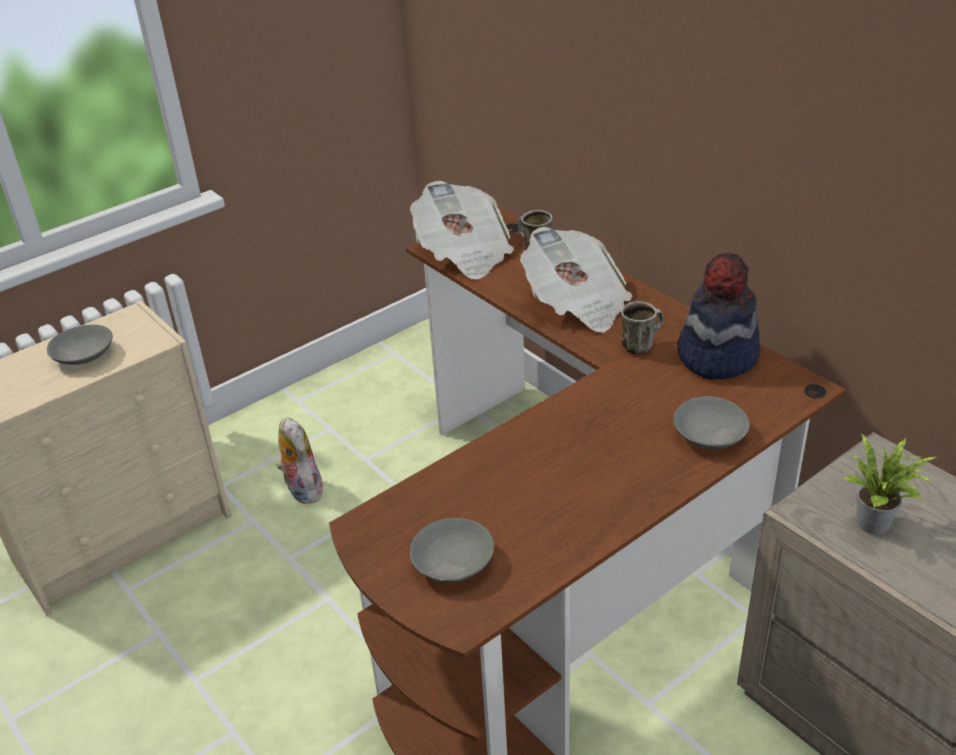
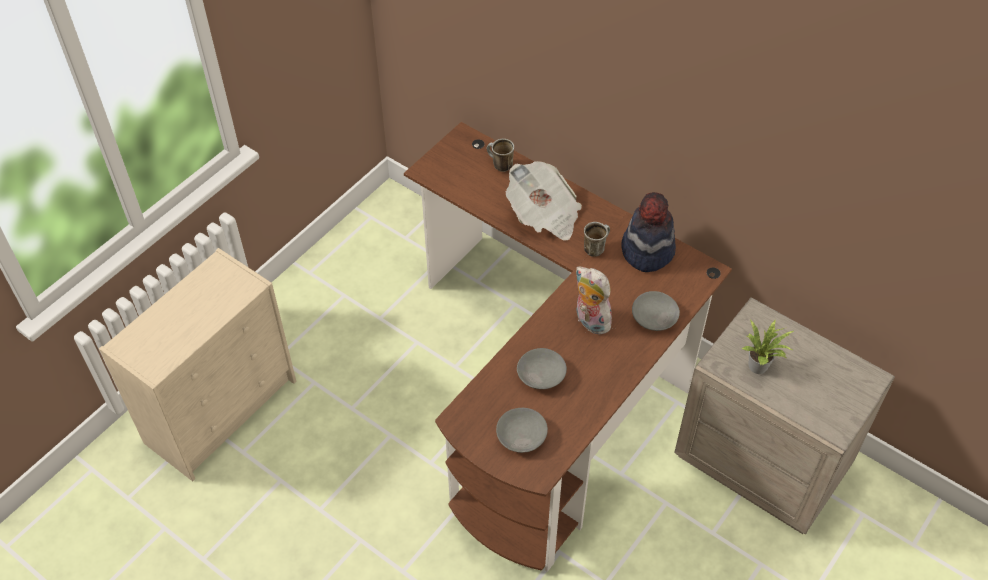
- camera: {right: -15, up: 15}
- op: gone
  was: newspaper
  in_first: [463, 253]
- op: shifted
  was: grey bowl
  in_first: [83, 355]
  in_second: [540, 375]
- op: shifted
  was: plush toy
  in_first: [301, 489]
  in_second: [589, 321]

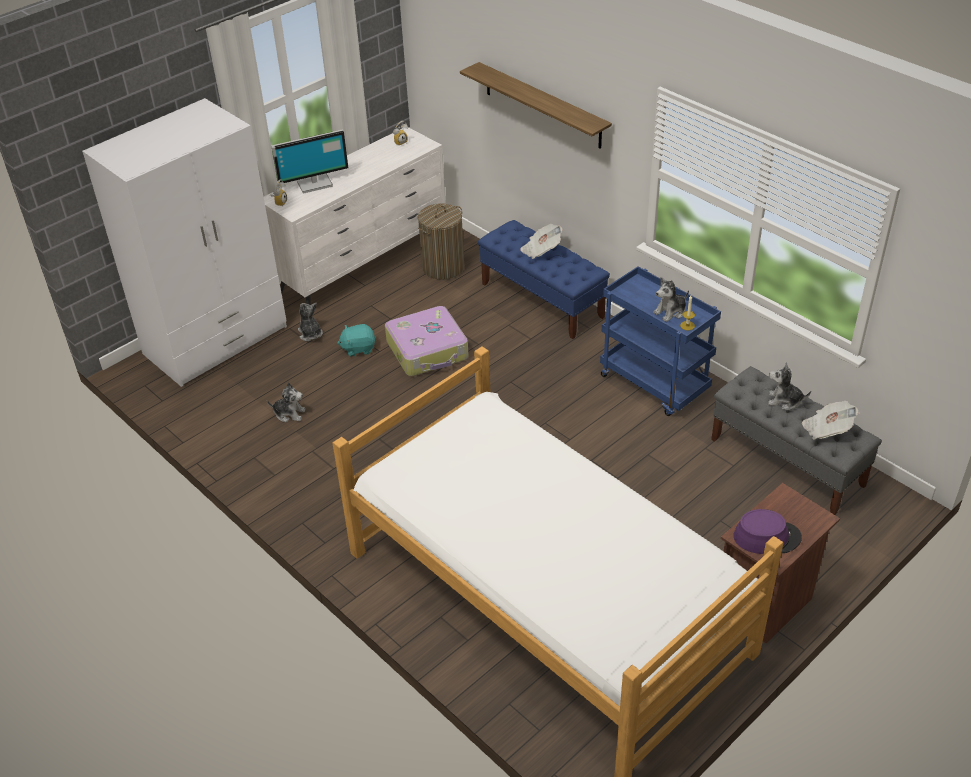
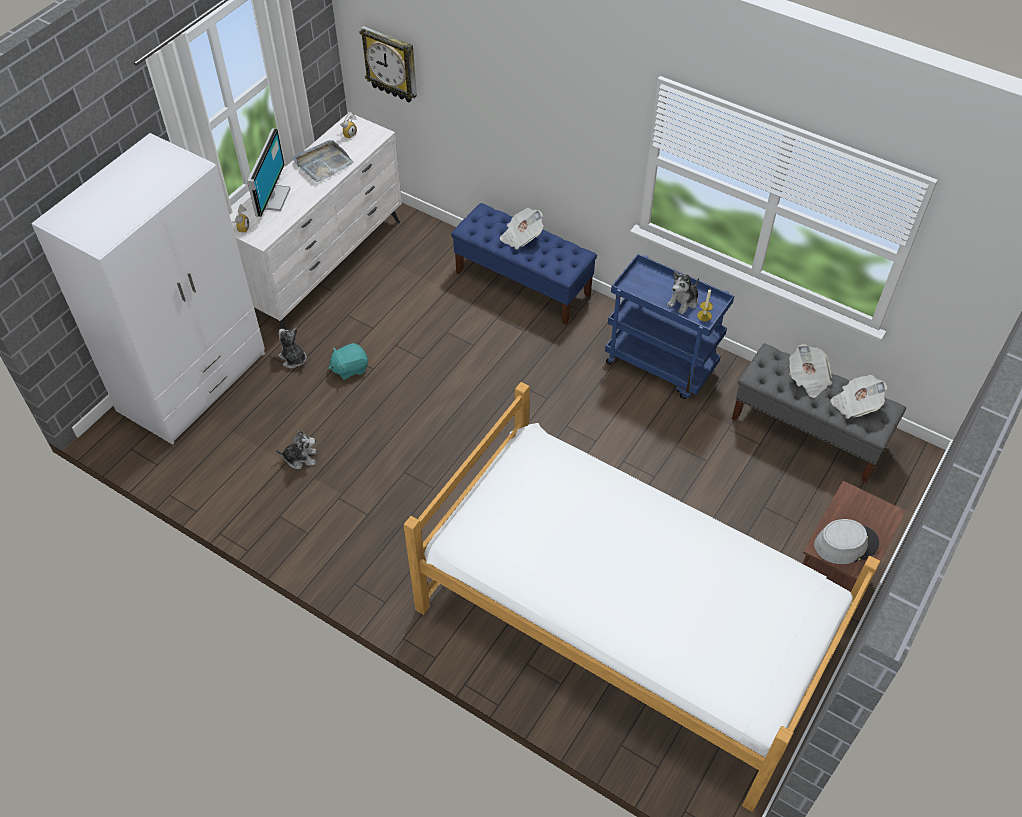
- camera: {right: -15, up: 10}
- op: gone
  was: suitcase
  in_first: [428, 350]
- op: gone
  was: laundry basket
  in_first: [443, 267]
- op: gone
  was: shelf
  in_first: [542, 105]
- op: new
  now: grey tray
  in_second: [323, 163]
- op: new
  now: wall clock
  in_second: [391, 64]
- op: swapped
  was: plush toy
  now: newspaper
  in_first: [784, 401]
  in_second: [808, 379]
- op: repainted
  was: purple hat
  now: grey hat
  in_first: [767, 537]
  in_second: [846, 544]
- op: rotated
  was: monitor
  in_first: [314, 183]
  in_second: [271, 198]
  clockwise: -45

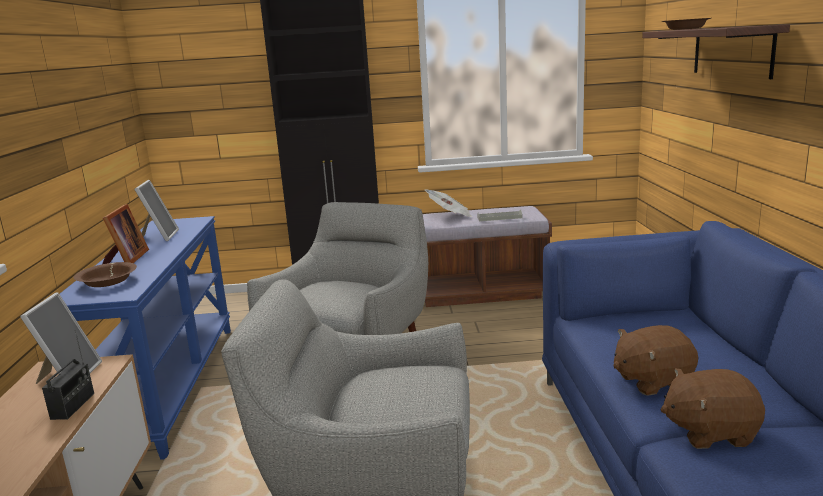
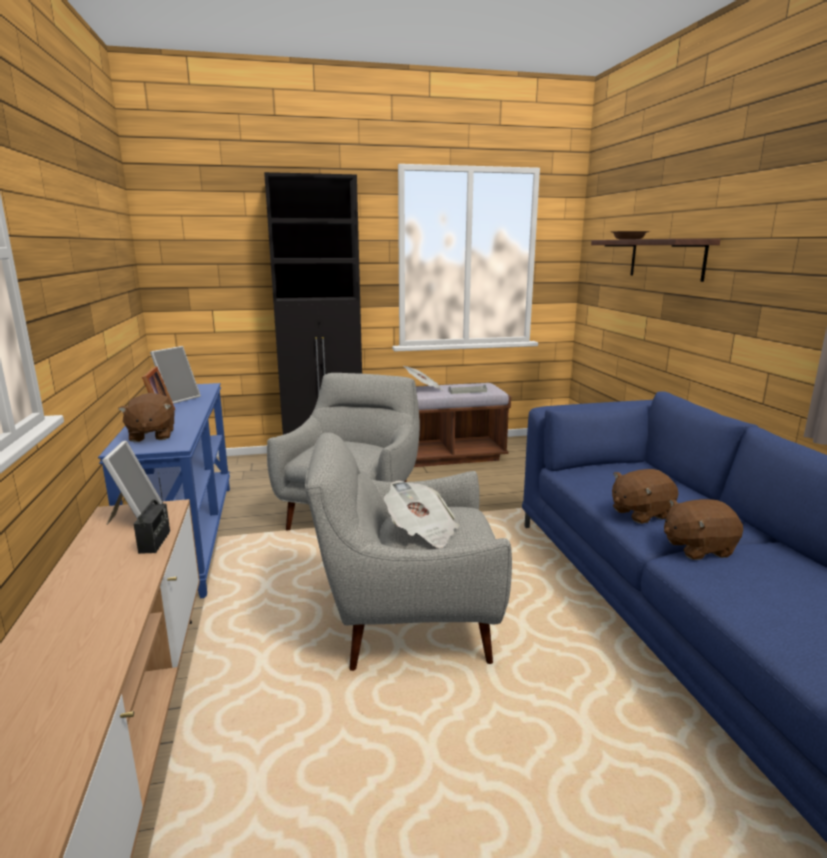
- camera: {right: -10, up: 0}
- op: new
  now: newspaper
  in_second: [422, 531]
- op: swapped
  was: brown bowl
  now: brown plush toy
  in_first: [108, 282]
  in_second: [151, 435]
- op: rotated
  was: picture frame
  in_first: [159, 236]
  in_second: [177, 399]
  clockwise: 45

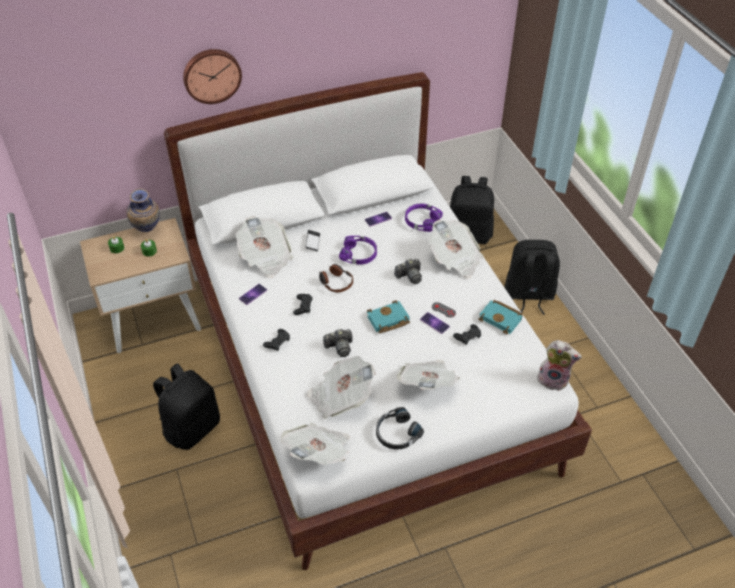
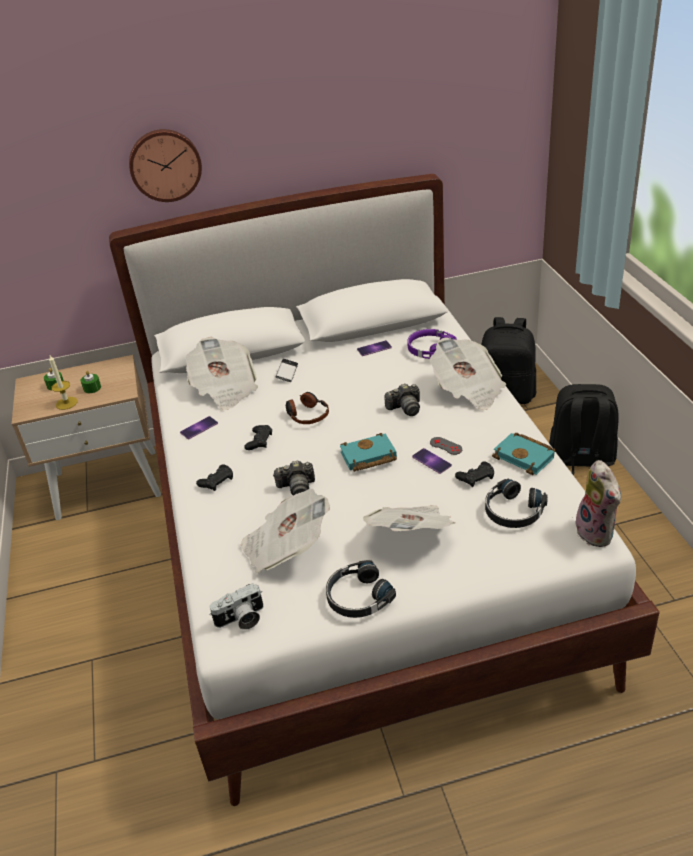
- camera: {right: 10, up: -10}
- op: gone
  was: vase
  in_first: [147, 232]
- op: gone
  was: black backpack
  in_first: [191, 427]
- op: gone
  was: purple headphones
  in_first: [359, 254]
- op: new
  now: candle
  in_second: [66, 403]
- op: new
  now: black headphones
  in_second: [513, 511]
- op: swapped
  was: newspaper
  now: photo camera
  in_first: [319, 453]
  in_second: [241, 619]
- op: rotated
  was: plush toy
  in_first: [554, 379]
  in_second: [597, 532]
  clockwise: 45

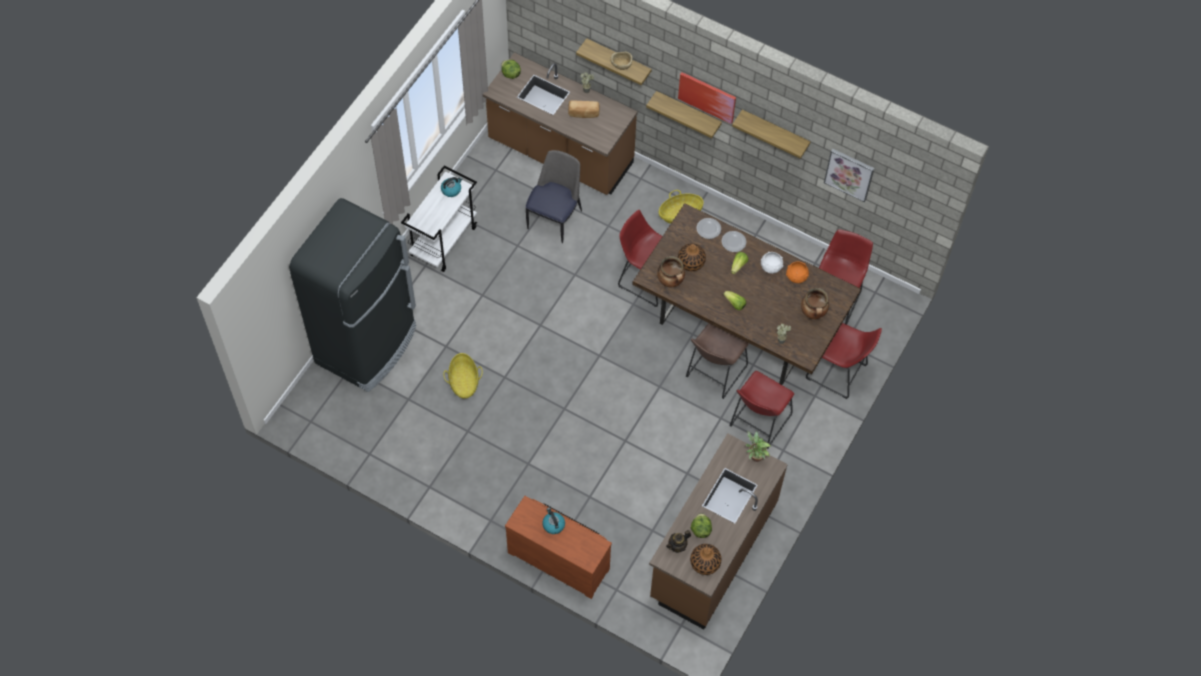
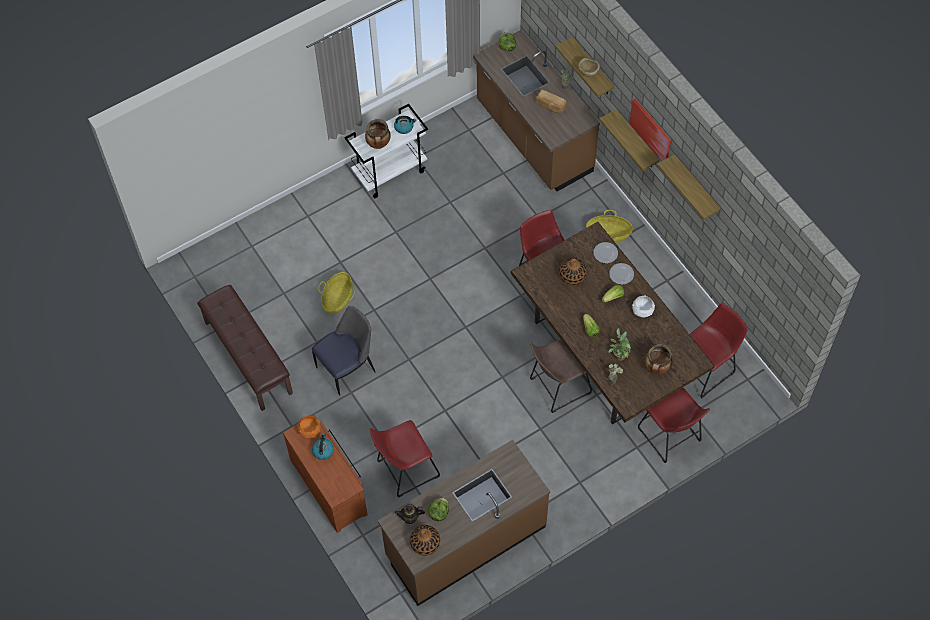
- camera: {right: 30, up: 0}
- op: gone
  was: black fridge
  in_first: [367, 345]
- op: gone
  was: picture
  in_first: [849, 174]
- op: new
  now: brown bench
  in_second: [247, 357]
- op: shifted
  was: chair
  in_first: [555, 218]
  in_second: [347, 368]
- op: shifted
  was: cooking pot
  in_first: [671, 281]
  in_second: [378, 144]
- op: shifted
  was: red stool
  in_first: [758, 423]
  in_second: [404, 470]
- op: shifted
  was: potted plant
  in_first: [755, 456]
  in_second: [619, 354]
- op: shifted
  was: orange bowl
  in_first: [796, 277]
  in_second: [309, 430]

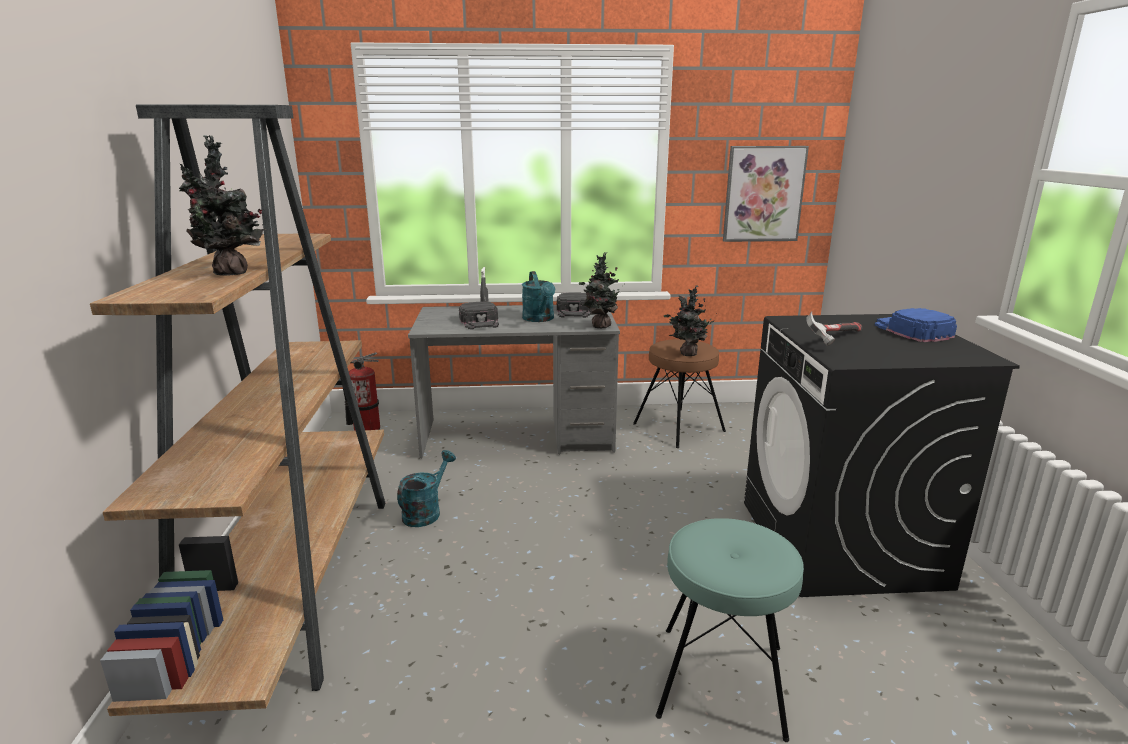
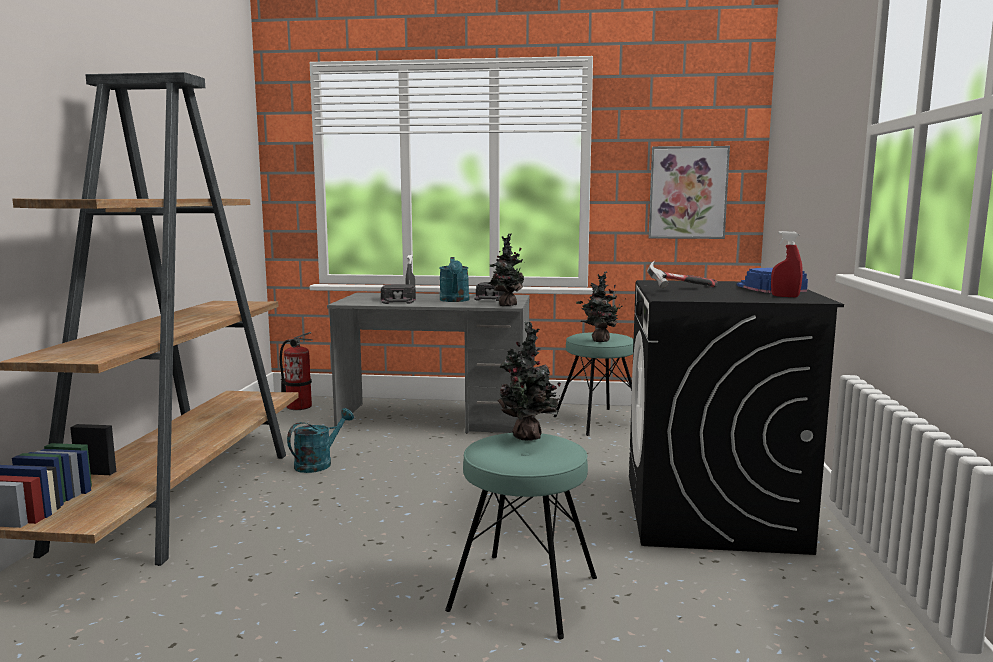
- camera: {right: 10, up: -10}
- op: new
  now: red spray bottle
  in_second: [785, 296]
- op: shifted
  was: potted plant
  in_first: [231, 273]
  in_second: [528, 437]
- op: repainted
  was: brown stool
  now: turquoise stool
  in_first: [678, 427]
  in_second: [598, 421]

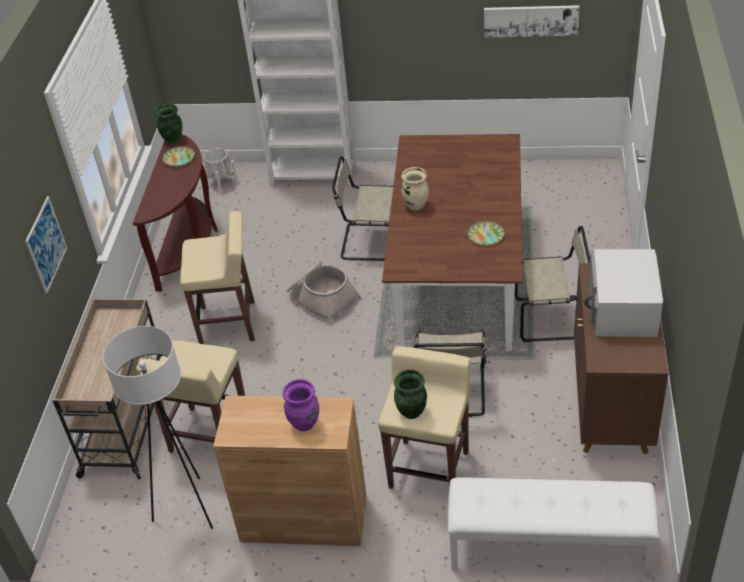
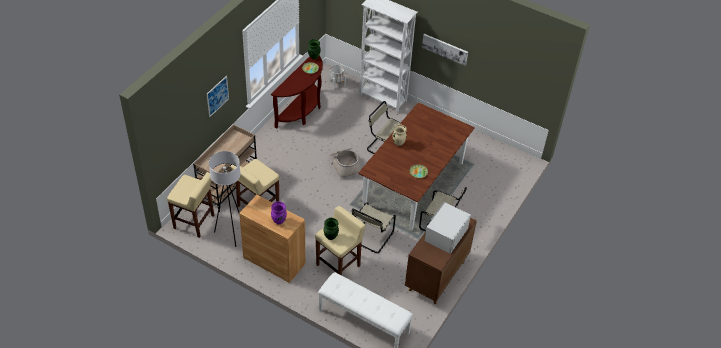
- camera: {right: 20, up: 5}
- op: shifted
  was: beige stool
  in_first: [229, 324]
  in_second: [194, 222]
- op: shifted
  was: picture
  in_first: [531, 20]
  in_second: [445, 49]

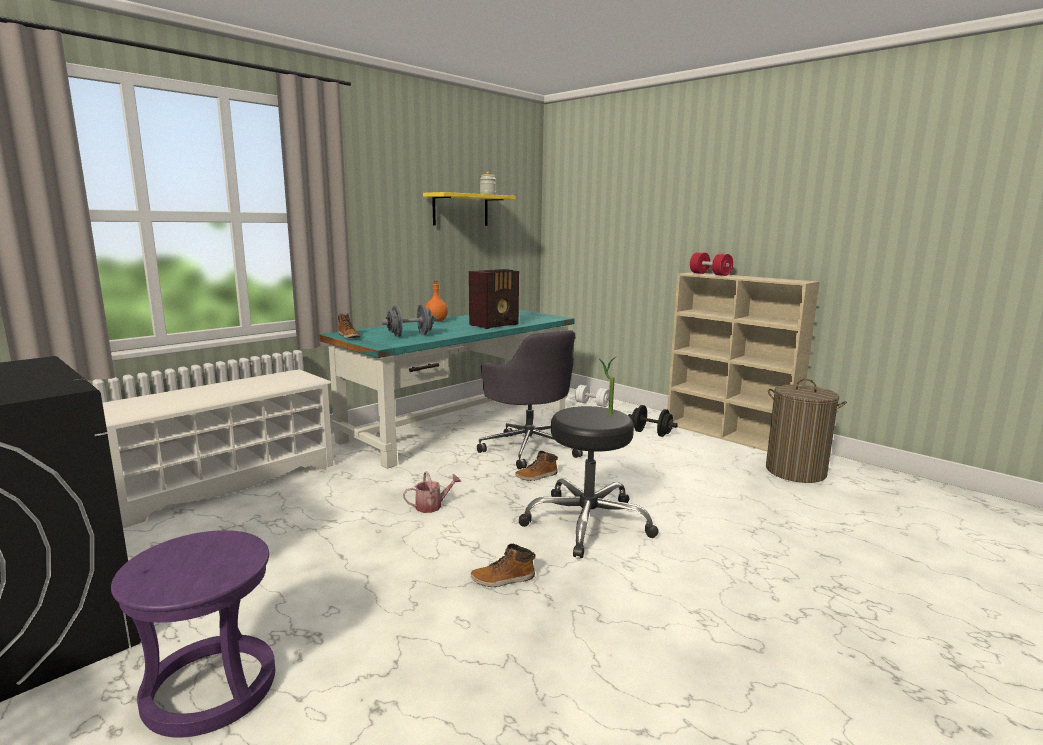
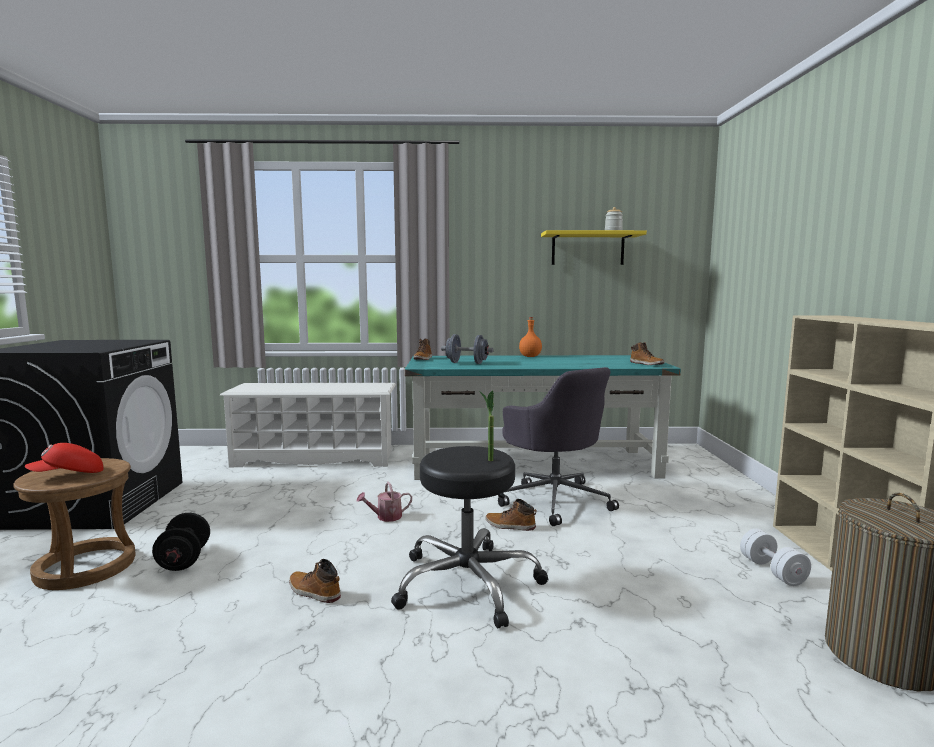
- camera: {right: 45, up: -5}
- op: gone
  was: radio
  in_first: [495, 325]
- op: gone
  was: red dumbbell
  in_first: [710, 274]
- op: new
  now: red cap
  in_second: [68, 475]
- op: new
  now: boot
  in_second: [647, 364]
- op: shifted
  was: white dumbbell
  in_first: [592, 404]
  in_second: [772, 571]
- op: shifted
  was: black dumbbell
  in_first: [651, 433]
  in_second: [184, 560]
- op: repainted
  was: purple stool
  now: brown stool
  in_first: [211, 688]
  in_second: [86, 567]
- op: rotated
  was: watering can
  in_first: [432, 506]
  in_second: [385, 517]
  clockwise: 135
- op: rotated
  was: grey office chair
  in_first: [529, 448]
  in_second: [554, 500]
  clockwise: -45

